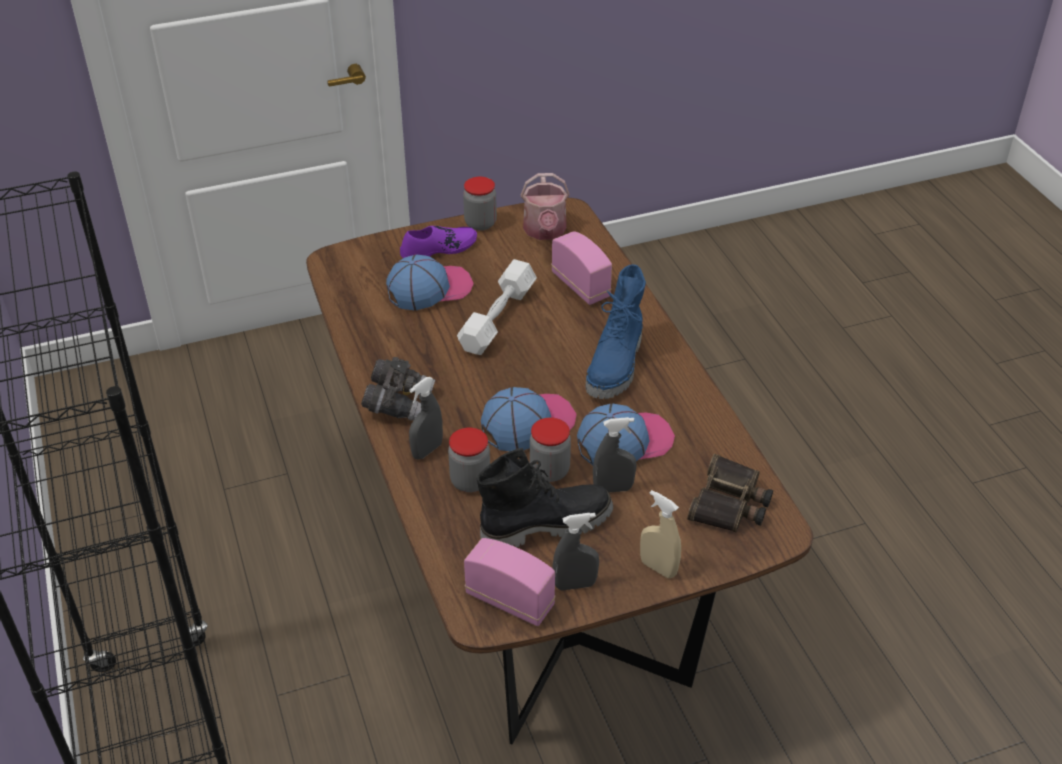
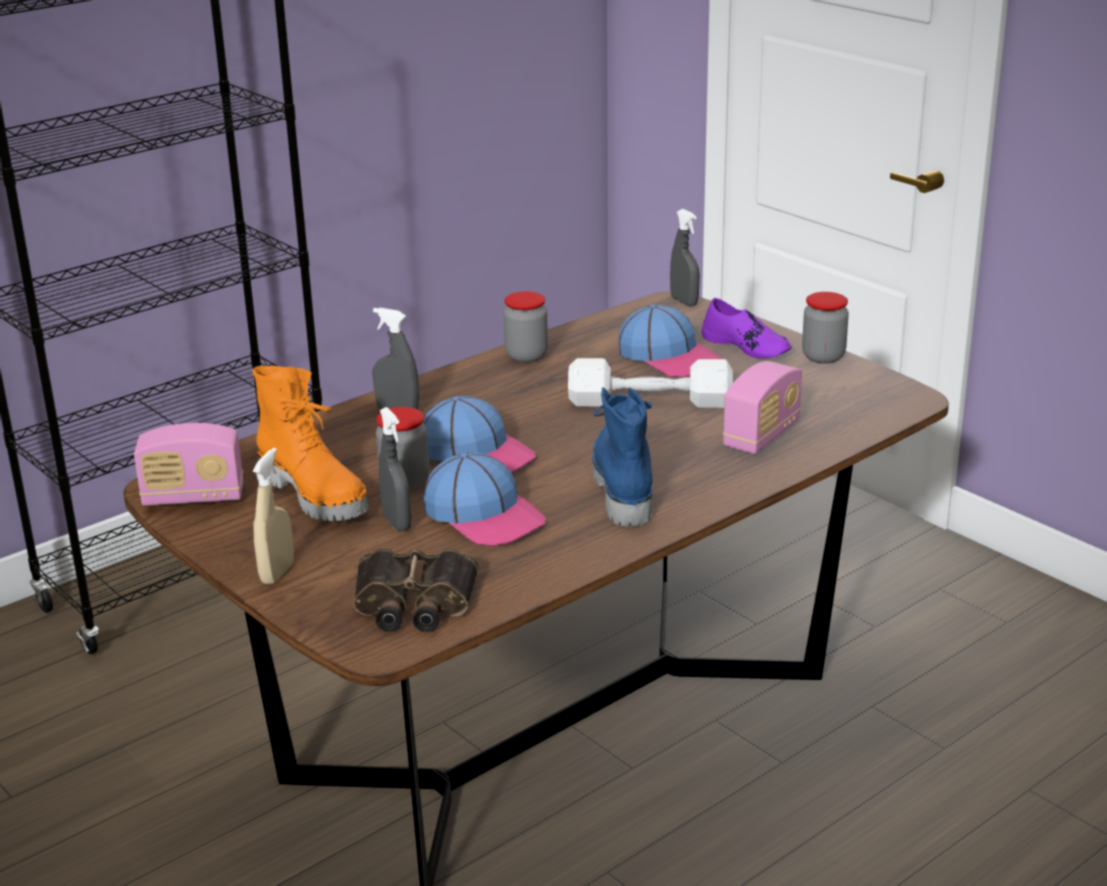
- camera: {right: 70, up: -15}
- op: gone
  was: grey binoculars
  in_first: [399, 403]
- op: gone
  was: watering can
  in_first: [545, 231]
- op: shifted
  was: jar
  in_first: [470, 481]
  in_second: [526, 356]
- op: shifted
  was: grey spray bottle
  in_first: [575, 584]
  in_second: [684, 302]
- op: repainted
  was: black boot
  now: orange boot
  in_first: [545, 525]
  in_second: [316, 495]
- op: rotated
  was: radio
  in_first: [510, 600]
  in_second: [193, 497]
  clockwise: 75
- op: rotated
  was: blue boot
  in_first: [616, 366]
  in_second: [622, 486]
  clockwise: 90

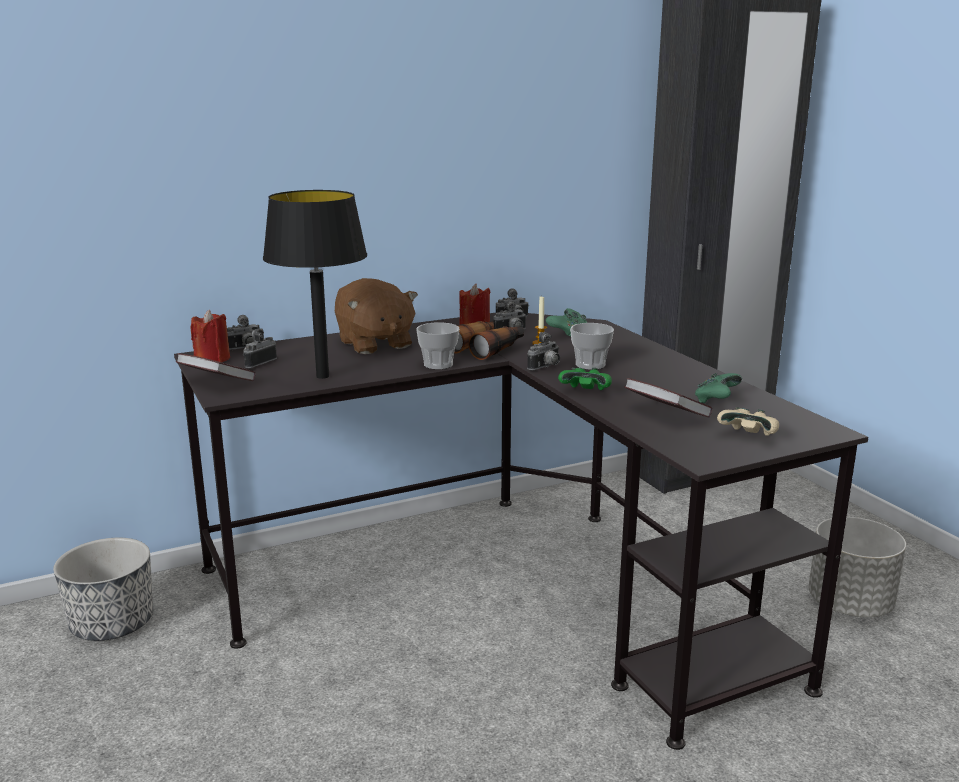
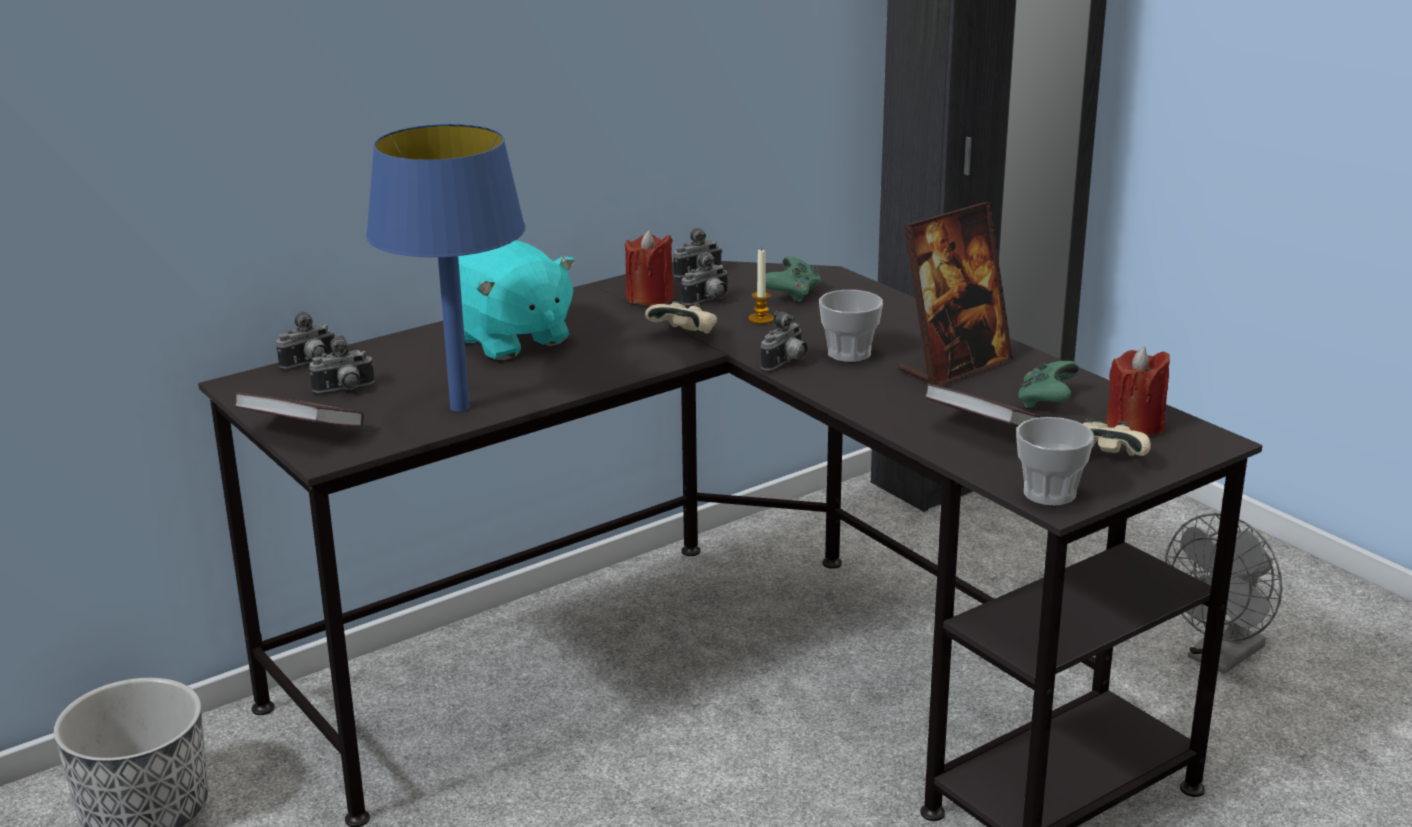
- camera: {right: -10, up: 5}
- op: gone
  was: green game controller
  in_first: [586, 392]
- op: new
  now: picture frame
  in_second: [954, 367]
- op: shifted
  was: red candle
  in_first: [212, 359]
  in_second: [1134, 425]
- op: shifted
  was: cup
  in_first: [438, 364]
  in_second: [1049, 493]
- op: swapped
  was: binoculars
  now: beige game controller
  in_first: [487, 348]
  in_second: [685, 334]
- op: swapped
  was: grey planter
  now: grey fan
  in_first: [850, 605]
  in_second: [1219, 658]
- op: repainted
  was: black table lamp
  now: blue table lamp
  in_first: [322, 376]
  in_second: [459, 407]
- op: repainted
  was: brown plush toy
  now: turquoise plush toy
  in_first: [374, 344]
  in_second: [509, 340]
- op: rotated
  was: photo camera
  in_first: [258, 363]
  in_second: [345, 390]
  clockwise: -135

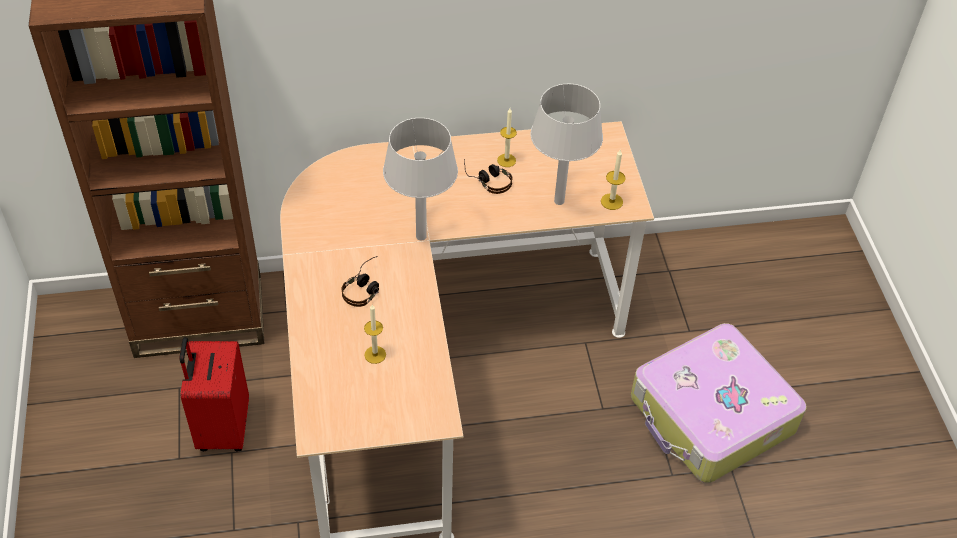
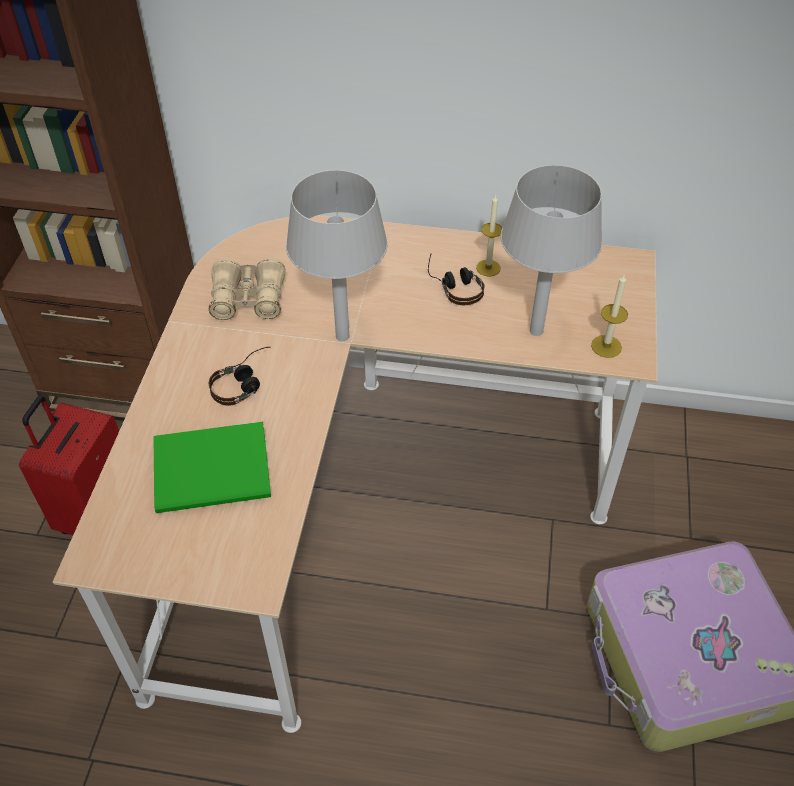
- camera: {right: 20, up: 0}
- op: new
  now: beige binoculars
  in_second: [248, 299]
- op: swapped
  was: candle
  now: green book
  in_first: [375, 354]
  in_second: [216, 472]

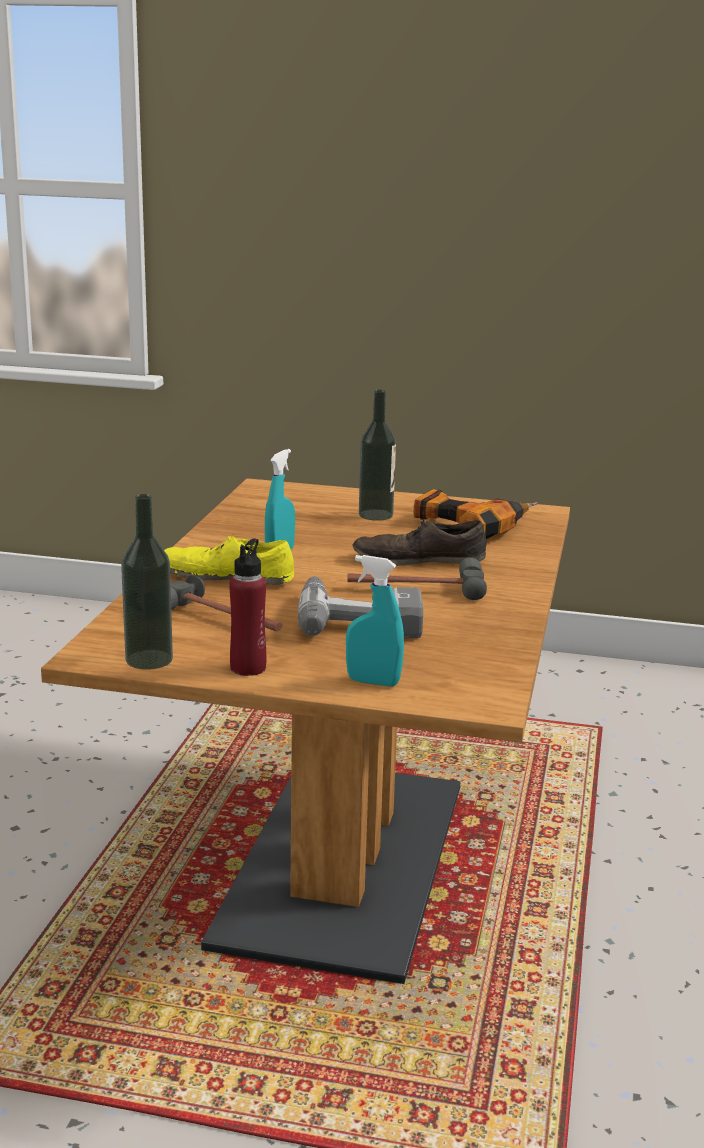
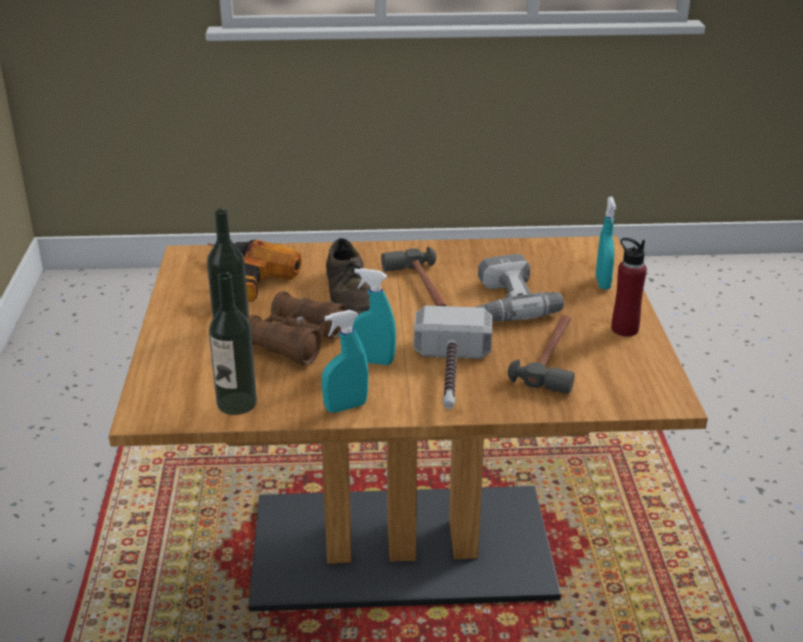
- camera: {right: -105, up: 10}
- op: new
  now: brown binoculars
  in_second: [296, 342]
- op: new
  now: turquoise spray bottle
  in_second: [346, 407]
- op: shifted
  was: bottle
  in_first: [149, 659]
  in_second: [236, 403]
- op: swapped
  was: yellow shoe
  now: hammer
  in_first: [227, 576]
  in_second: [450, 376]

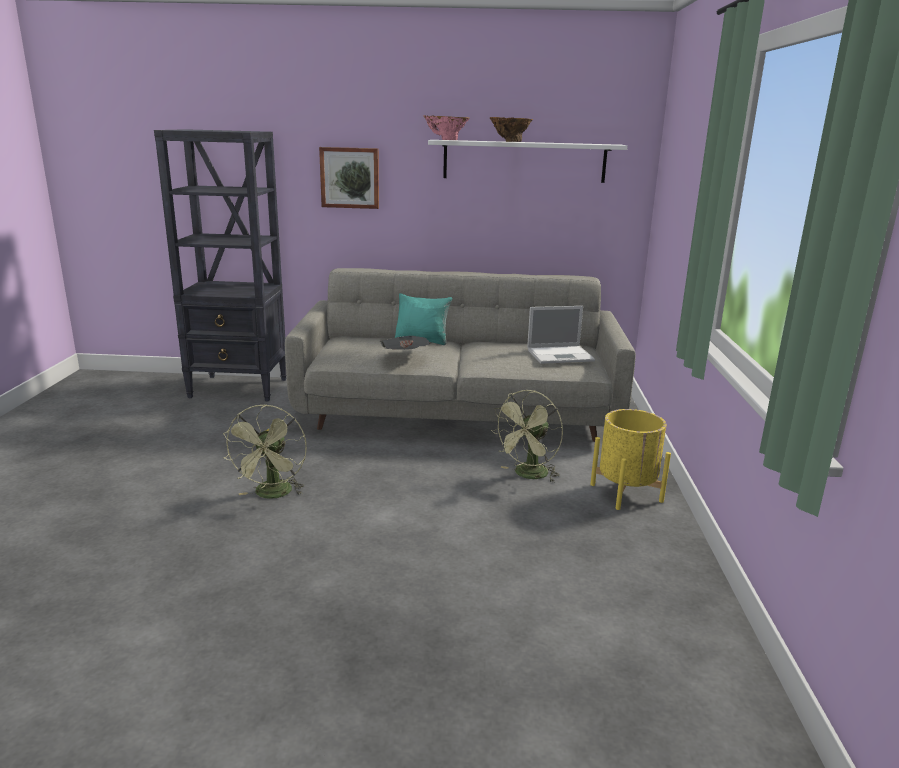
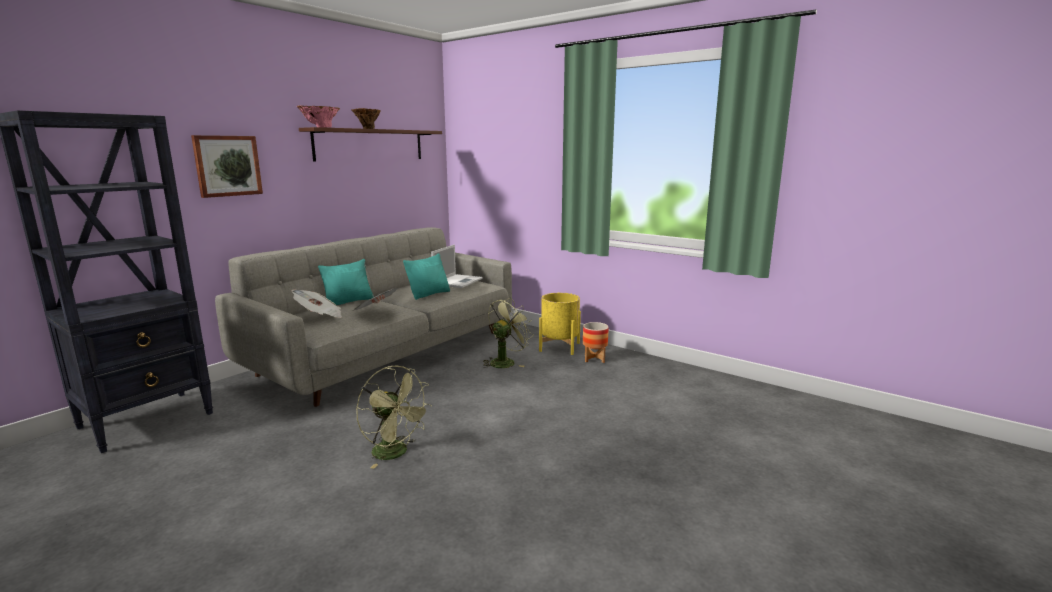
- camera: {right: -55, up: -5}
- op: new
  now: newspaper
  in_second: [319, 316]
- op: new
  now: turquoise pillow
  in_second: [429, 294]
- op: new
  now: planter
  in_second: [594, 359]
- op: repainted
  was: white shelf
  now: brown shelf
  in_first: [524, 161]
  in_second: [370, 145]
- op: rotated
  was: green fan
  in_first: [528, 475]
  in_second: [505, 362]
  clockwise: -120

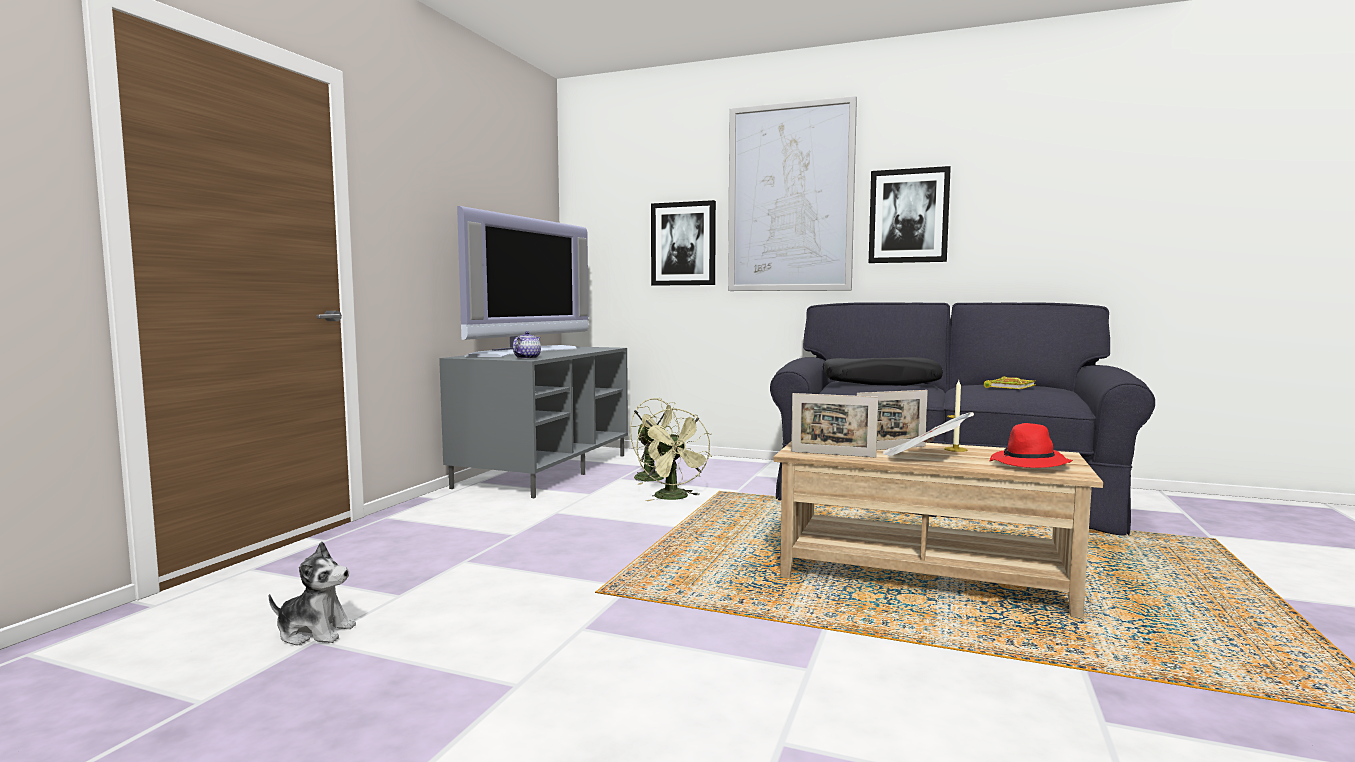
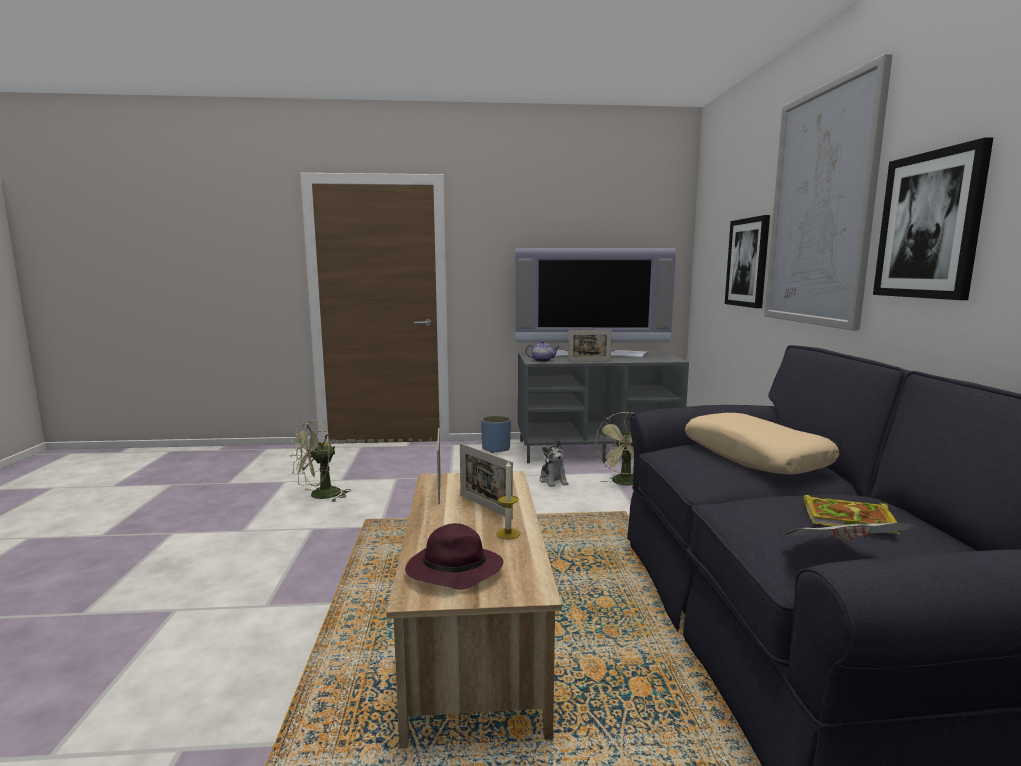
- camera: {right: 65, up: 5}
- op: new
  now: blue planter
  in_second: [496, 449]
- op: new
  now: picture frame
  in_second: [589, 361]
- op: shifted
  was: plush toy
  in_first: [315, 632]
  in_second: [553, 480]
- op: shifted
  was: green fan
  in_first: [675, 498]
  in_second: [319, 496]
- op: shifted
  was: newspaper
  in_first: [923, 458]
  in_second: [839, 559]
- op: repainted
  was: black pillow
  now: beige pillow
  in_first: [880, 383]
  in_second: [755, 457]
- op: repainted
  was: red hat
  now: purple hat
  in_first: [1029, 464]
  in_second: [452, 571]

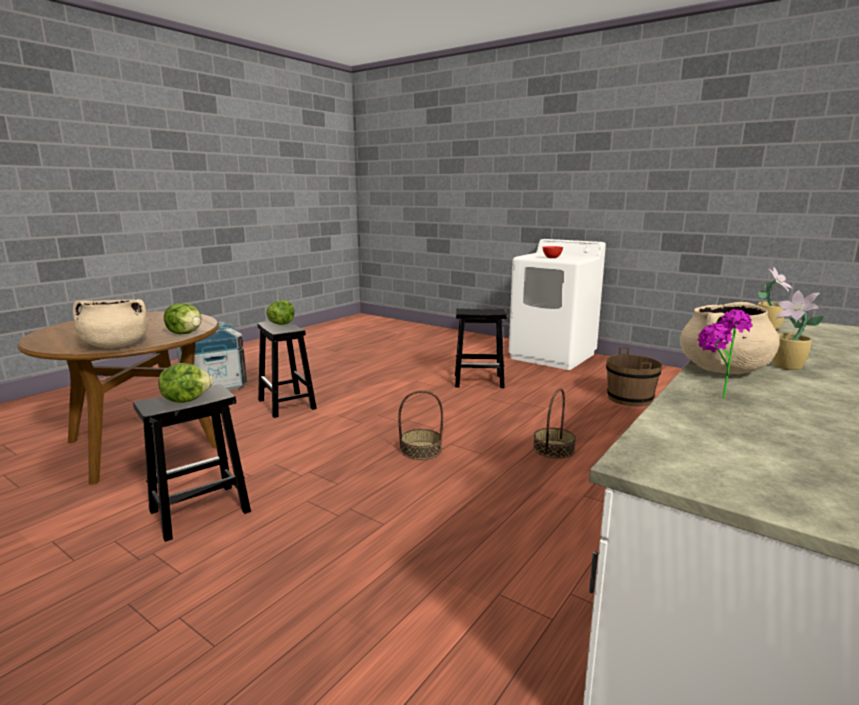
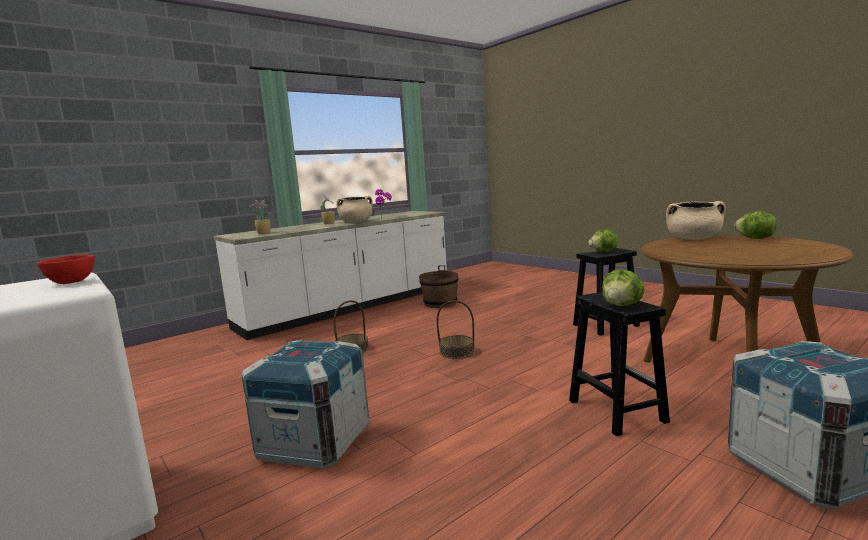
- camera: {right: -165, up: -5}
- op: shifted
  was: lettuce
  in_first: [186, 333]
  in_second: [755, 239]
- op: shifted
  was: brown bucket
  in_first: [630, 398]
  in_second: [440, 303]
- op: swapped
  was: black stool
  now: crate
  in_first: [479, 381]
  in_second: [314, 443]

